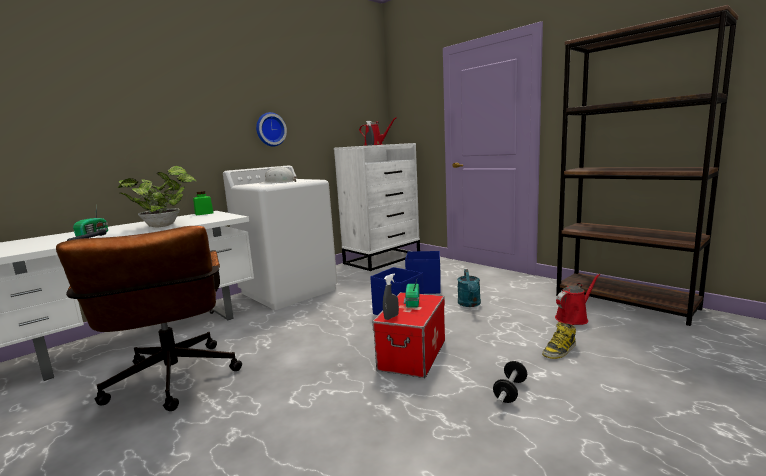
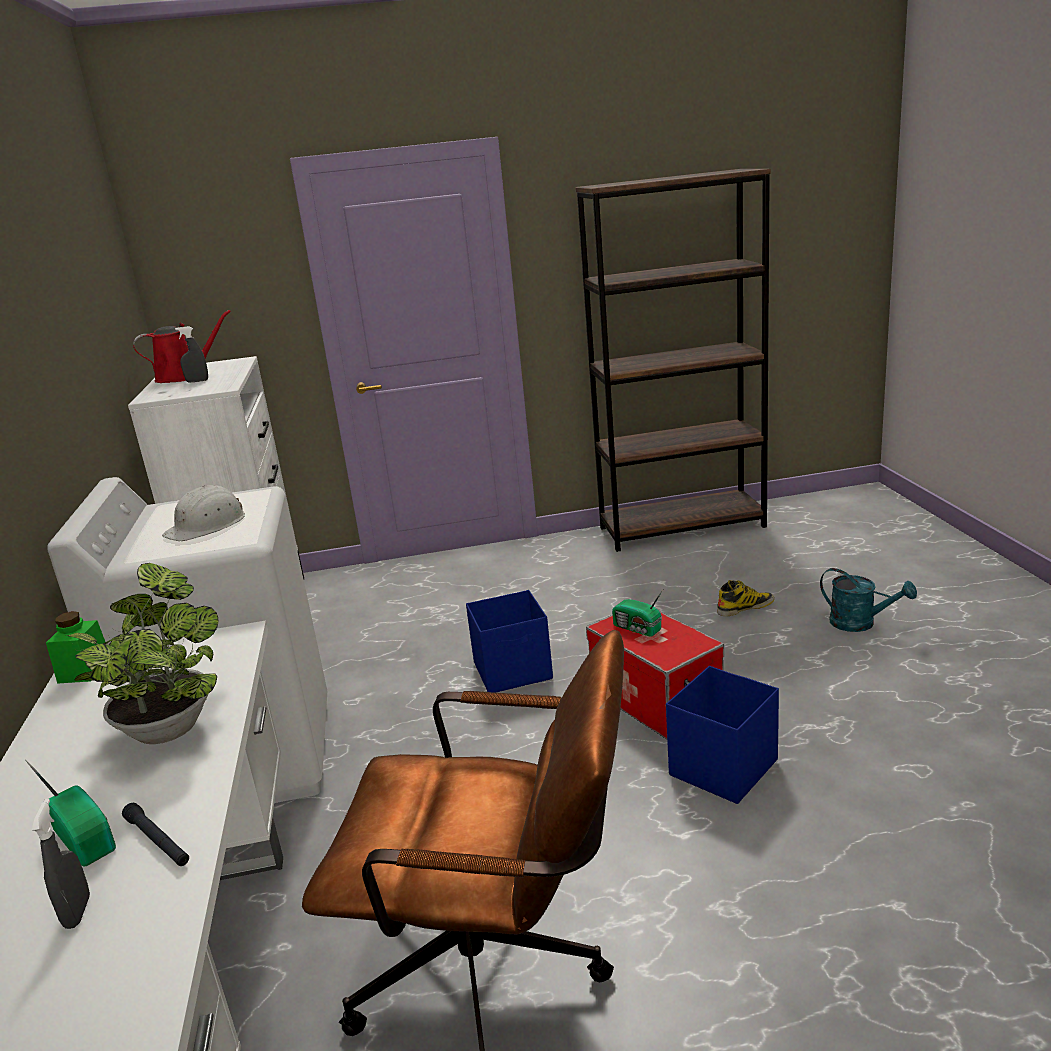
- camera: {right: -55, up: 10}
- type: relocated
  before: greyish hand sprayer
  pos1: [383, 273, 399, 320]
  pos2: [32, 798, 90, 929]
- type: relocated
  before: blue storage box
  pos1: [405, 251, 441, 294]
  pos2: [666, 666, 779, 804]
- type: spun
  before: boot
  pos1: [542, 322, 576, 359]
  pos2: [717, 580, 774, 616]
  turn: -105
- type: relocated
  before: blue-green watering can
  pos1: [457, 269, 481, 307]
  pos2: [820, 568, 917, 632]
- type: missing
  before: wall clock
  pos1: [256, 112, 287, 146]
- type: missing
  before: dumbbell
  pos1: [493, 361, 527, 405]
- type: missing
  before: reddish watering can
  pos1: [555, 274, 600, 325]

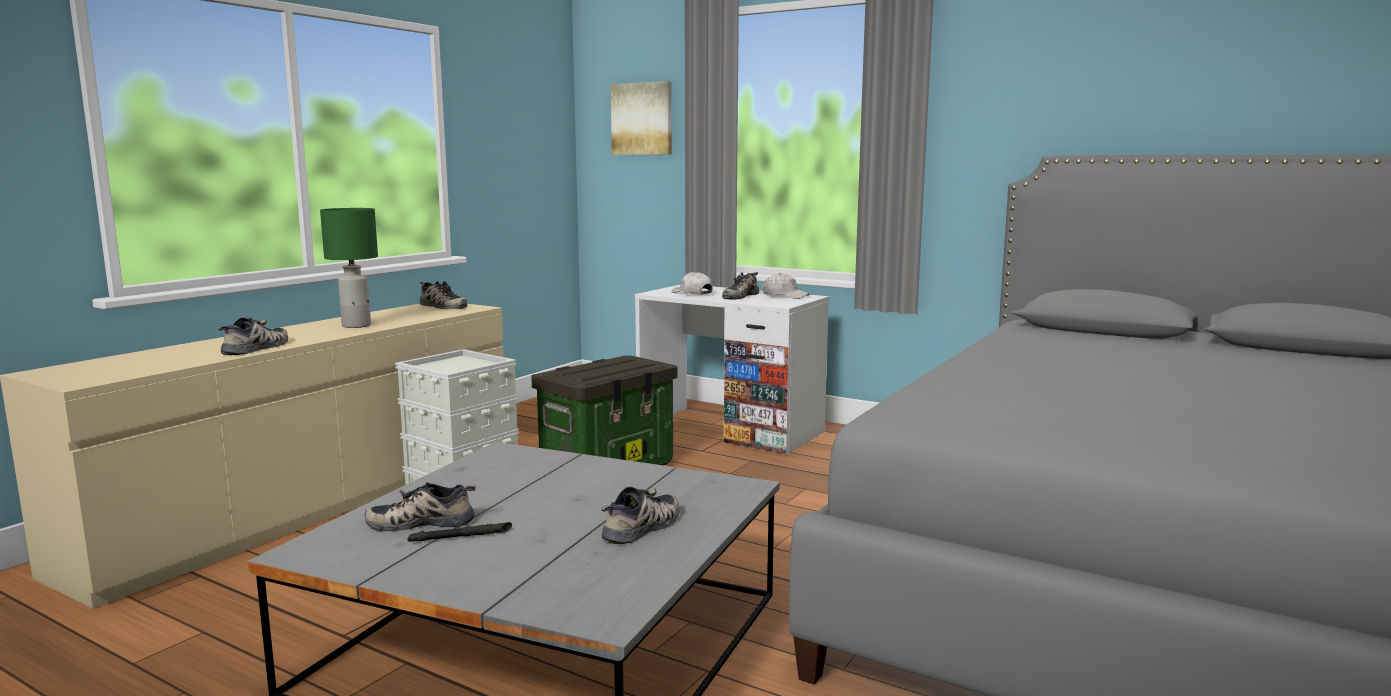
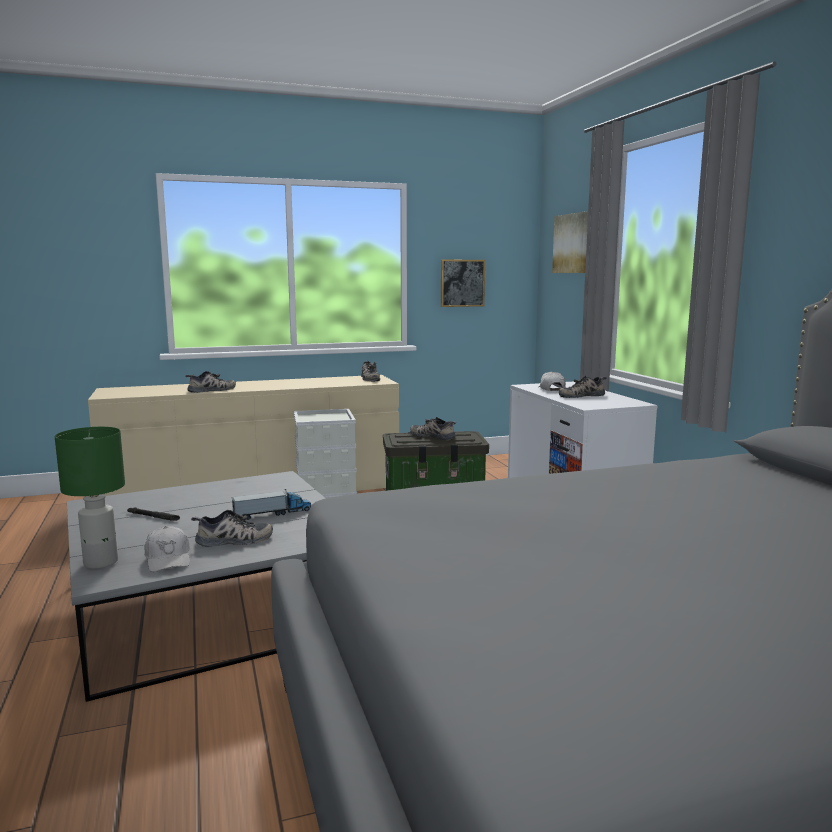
- camera: {right: 40, up: 0}
- type: relocated
  before: green lamp for a table
  pos1: [320, 208, 378, 328]
  pos2: [55, 427, 125, 569]
- type: relocated
  before: white cap
  pos1: [763, 273, 809, 299]
  pos2: [145, 526, 190, 572]
- type: appeared
  after: toy lorry
  pos2: [231, 489, 311, 520]
- type: relocated
  before: shoe
  pos1: [365, 482, 477, 531]
  pos2: [410, 417, 456, 440]
- type: appeared
  after: wall art
  pos2: [441, 260, 485, 307]

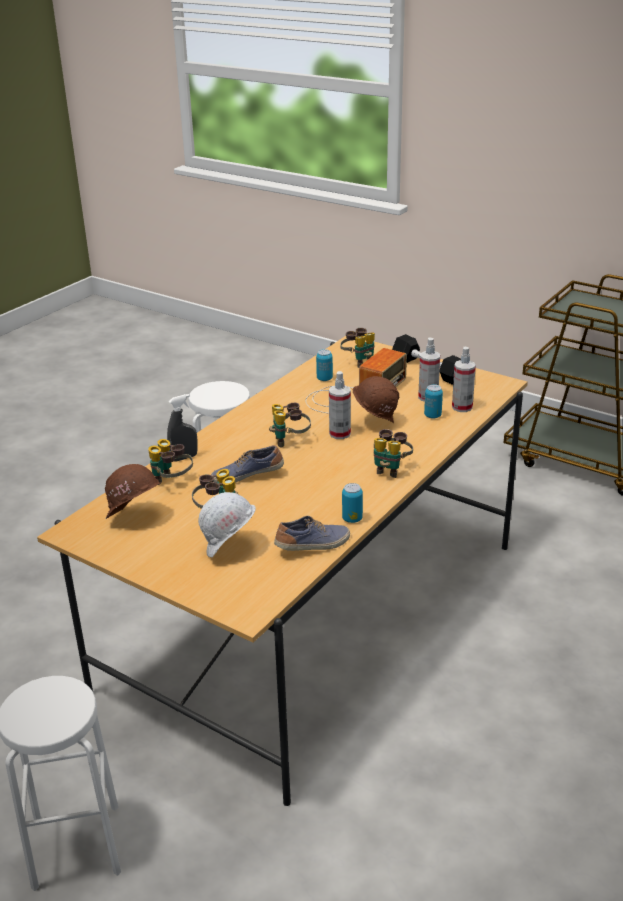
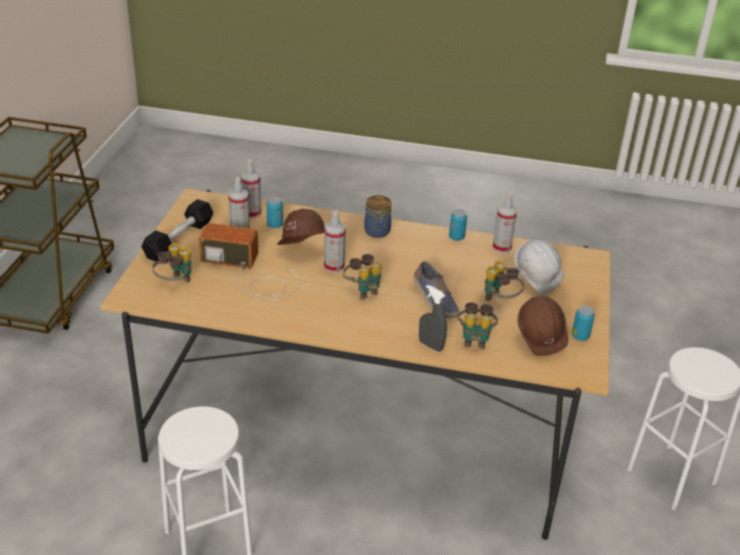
- camera: {right: -115, up: 5}
- type: exchanged
  before: binoculars
  after: preserve jar
  pos1: [374, 429, 413, 478]
  pos2: [364, 195, 391, 238]
- type: exchanged
  before: shoe
  after: hand sprayer
  pos1: [274, 516, 350, 551]
  pos2: [493, 193, 517, 253]
- type: relocated
  before: sealed can
  pos1: [316, 349, 333, 381]
  pos2: [572, 306, 595, 341]

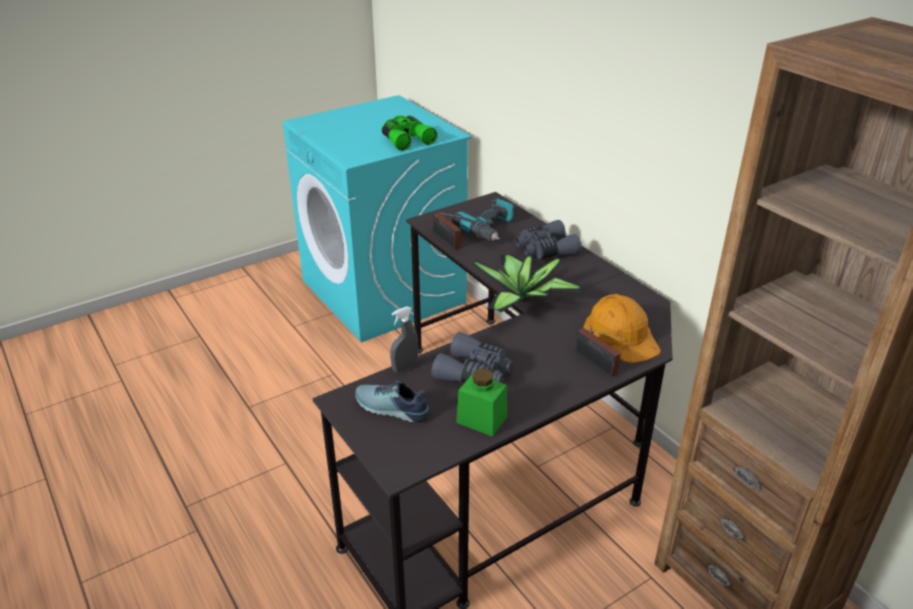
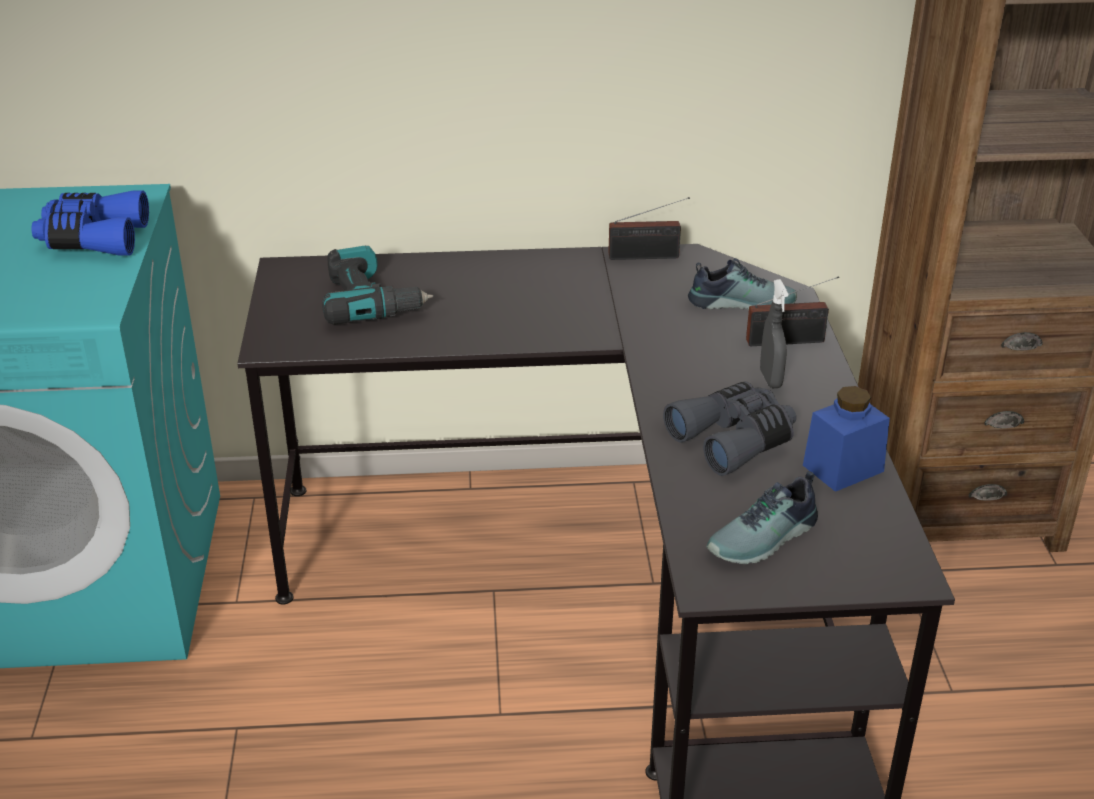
- camera: {right: -60, up: 0}
- type: colour
  before: green binoculars
  after: blue binoculars
  pos1: [381, 115, 438, 151]
  pos2: [31, 190, 149, 256]
- type: relocated
  before: radio receiver
  pos1: [433, 213, 461, 250]
  pos2: [608, 197, 690, 260]
- type: exchanged
  before: orangey hard hat
  after: shoe
  pos1: [583, 294, 661, 363]
  pos2: [688, 258, 797, 310]
- type: relocated
  before: greyish hand sprayer
  pos1: [390, 306, 419, 373]
  pos2: [760, 279, 788, 388]
- type: colour
  before: green preserve jar
  after: blue preserve jar
  pos1: [456, 369, 507, 437]
  pos2: [803, 386, 890, 492]
- type: missing
  before: plant in a pot
  pos1: [472, 254, 582, 312]
- type: missing
  before: greyish binoculars
  pos1: [516, 220, 582, 259]

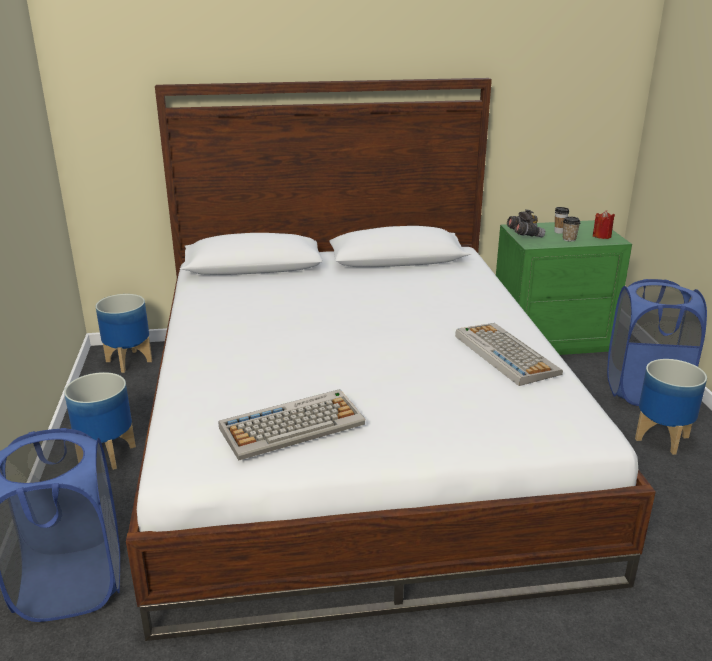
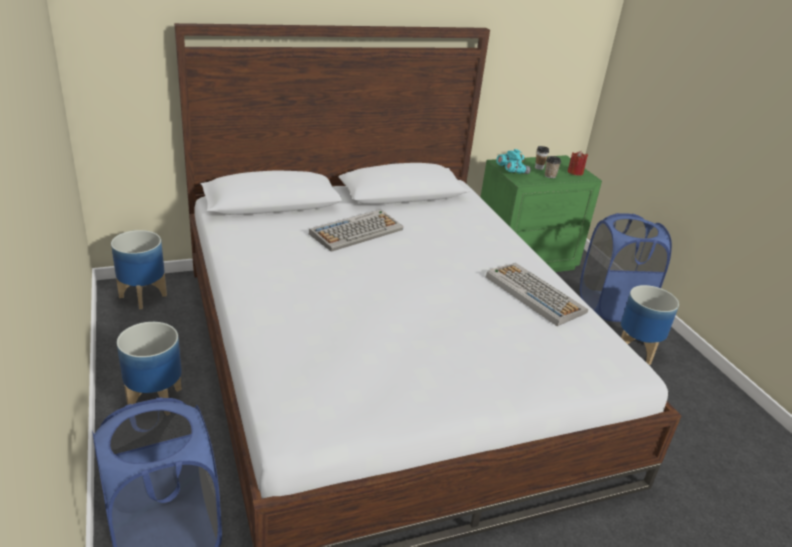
- camera: {right: -15, up: 5}
- type: relocated
  before: computer keyboard
  pos1: [218, 389, 365, 460]
  pos2: [309, 209, 403, 252]
- type: colour
  before: greyish binoculars
  after: blue-green binoculars
  pos1: [507, 209, 545, 237]
  pos2: [496, 149, 531, 174]

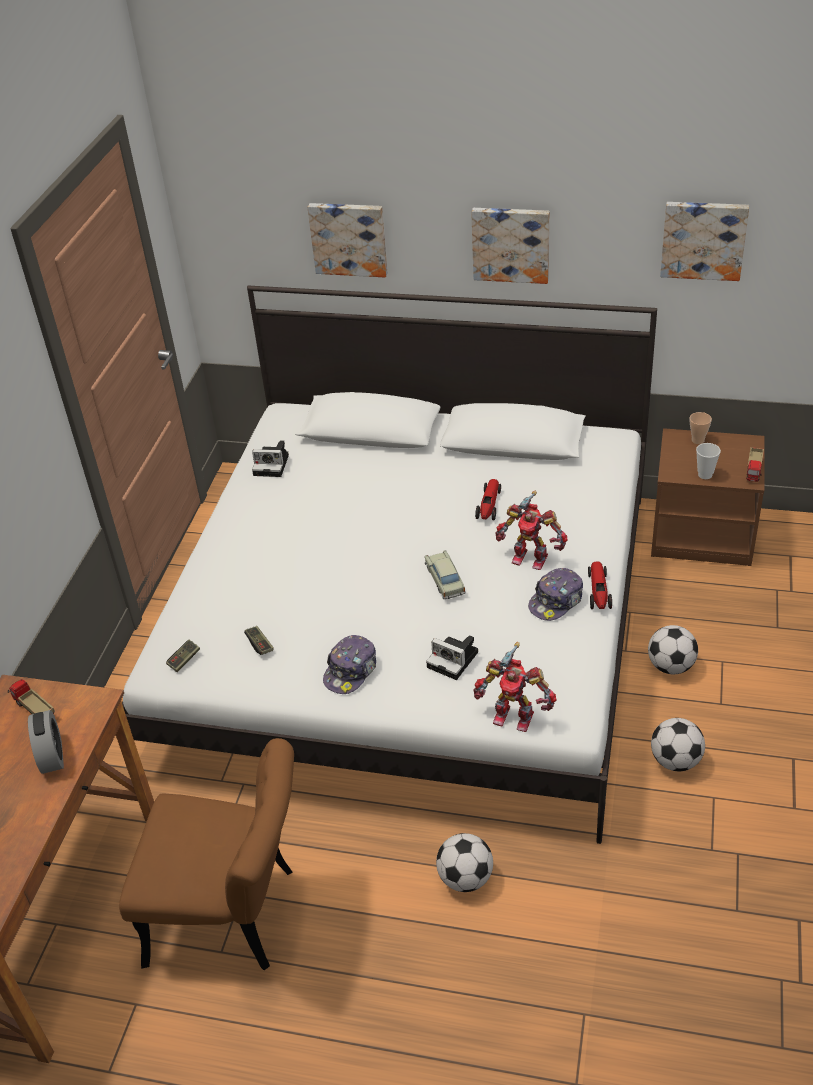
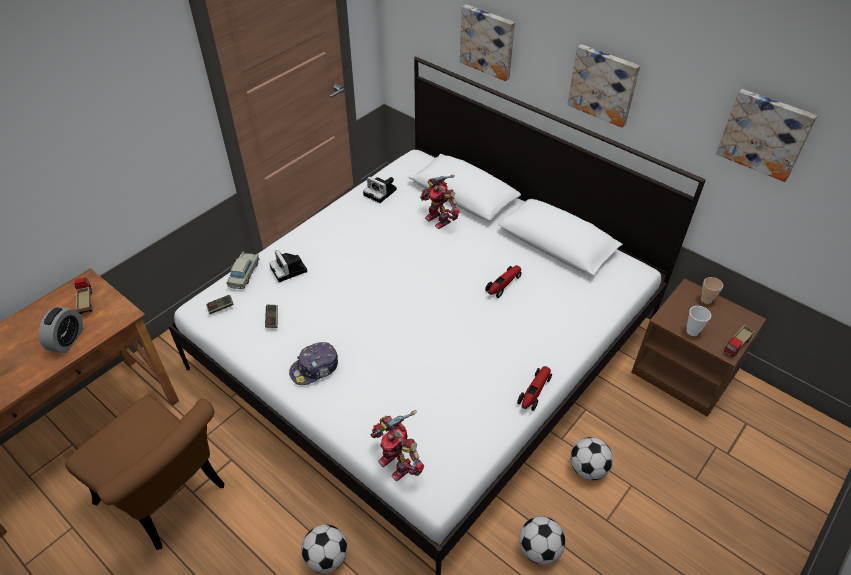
- camera: {right: 25, up: 5}
- type: relocated
  before: beige-coloured toy car
  pos1: [424, 550, 465, 599]
  pos2: [227, 252, 260, 289]
- type: relocated
  before: photo camera
  pos1: [426, 635, 478, 680]
  pos2: [269, 250, 307, 282]
- type: relocated
  before: robot figure
  pos1: [495, 491, 568, 570]
  pos2: [420, 175, 459, 229]
- type: missing
  before: cap
  pos1: [528, 568, 583, 621]

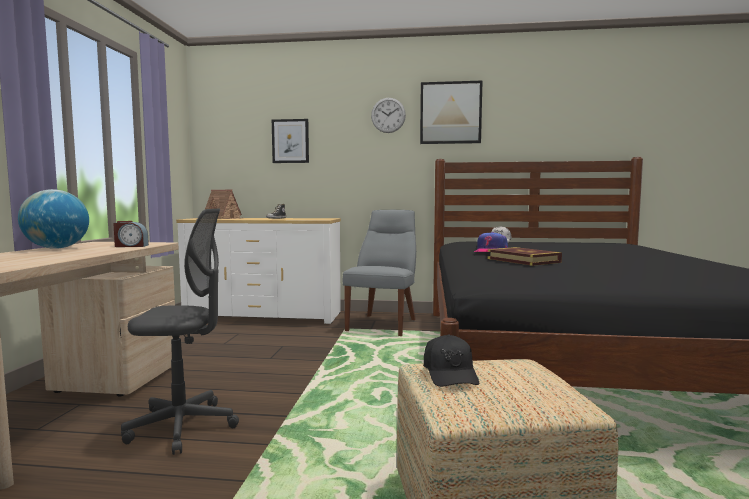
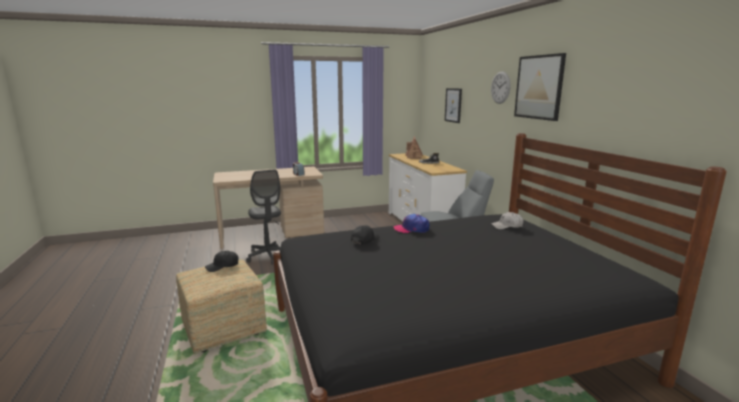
- camera: {right: 65, up: 10}
- type: exchanged
  before: bound book
  after: black-coloured cap
  pos1: [487, 247, 562, 266]
  pos2: [351, 225, 380, 245]
- type: missing
  before: desk globe
  pos1: [18, 189, 89, 249]

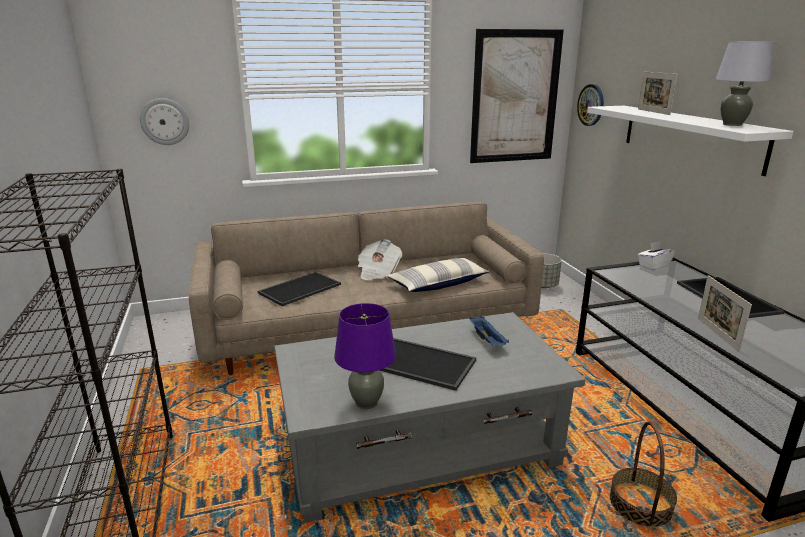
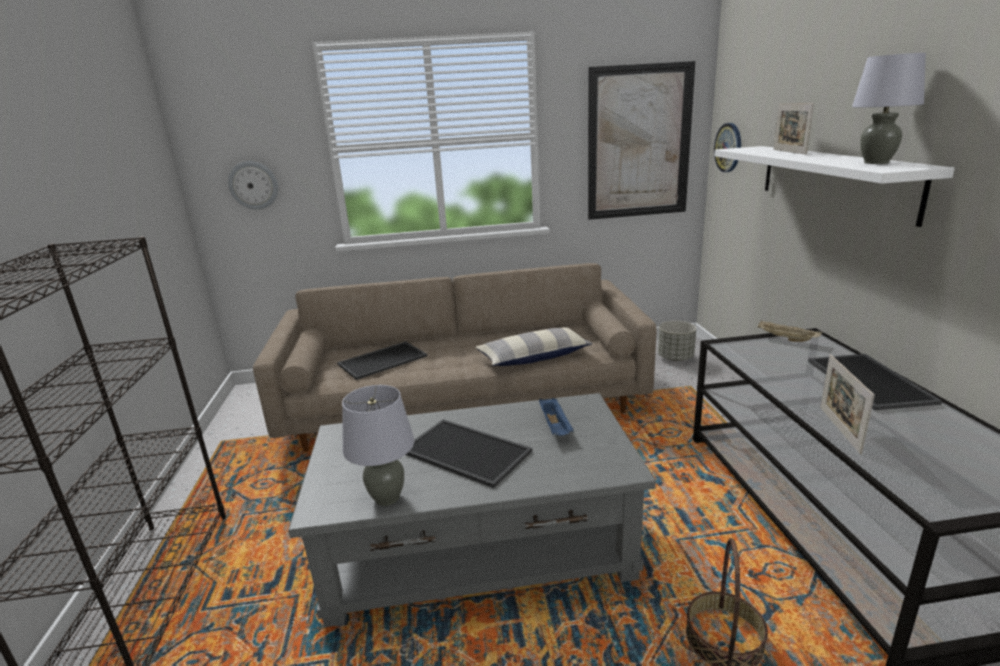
- camera: {right: 10, up: 0}
- type: colour
  before: purple-coloured lamp for a table
  after: greyish lamp for a table
  pos1: [334, 303, 396, 409]
  pos2: [342, 385, 414, 506]
- type: exchanged
  before: white box of tissues
  after: beige-coloured tray
  pos1: [638, 241, 675, 270]
  pos2: [758, 320, 822, 342]
- type: missing
  before: daily paper
  pos1: [357, 239, 402, 280]

